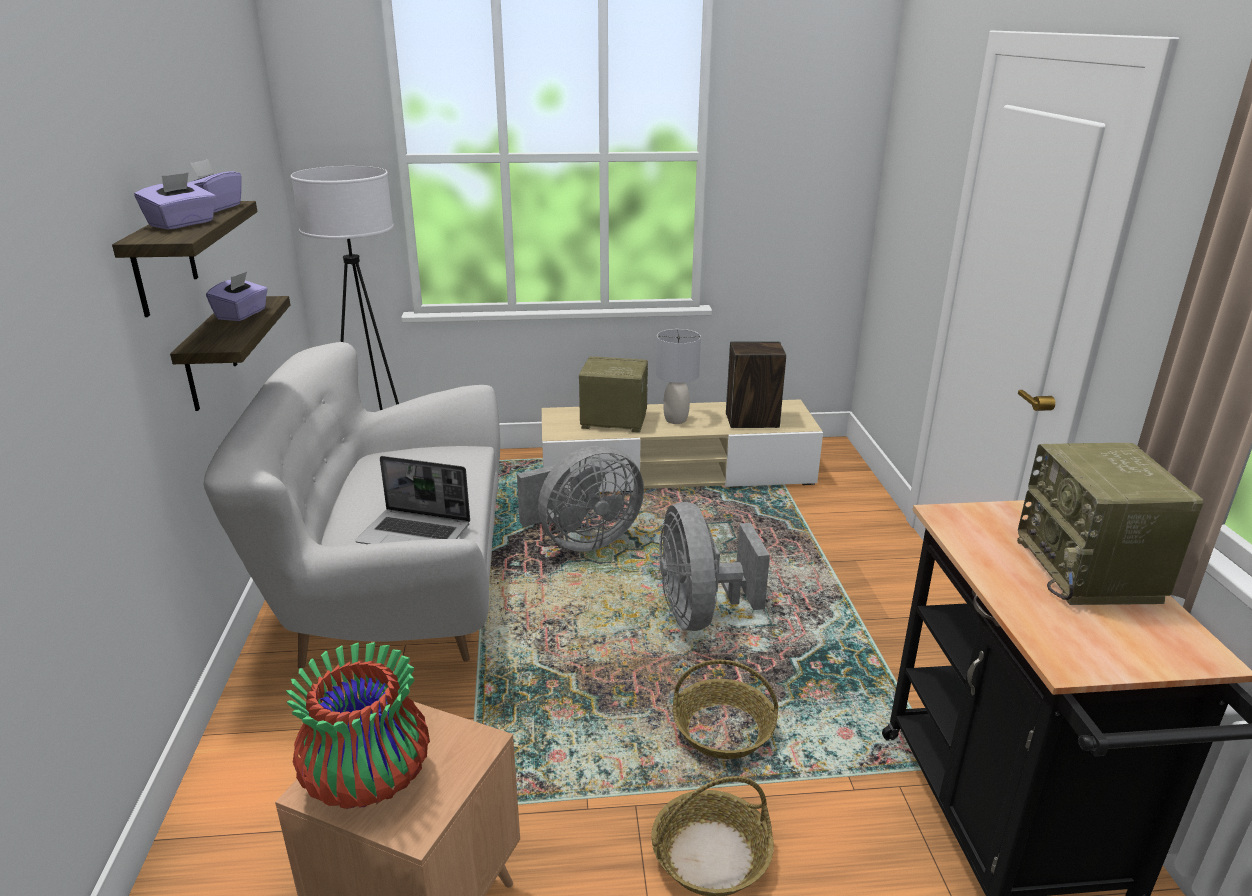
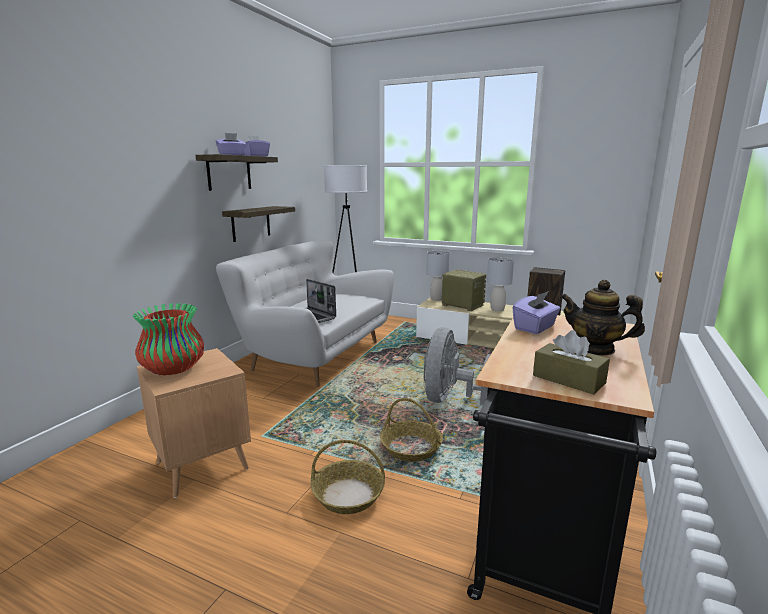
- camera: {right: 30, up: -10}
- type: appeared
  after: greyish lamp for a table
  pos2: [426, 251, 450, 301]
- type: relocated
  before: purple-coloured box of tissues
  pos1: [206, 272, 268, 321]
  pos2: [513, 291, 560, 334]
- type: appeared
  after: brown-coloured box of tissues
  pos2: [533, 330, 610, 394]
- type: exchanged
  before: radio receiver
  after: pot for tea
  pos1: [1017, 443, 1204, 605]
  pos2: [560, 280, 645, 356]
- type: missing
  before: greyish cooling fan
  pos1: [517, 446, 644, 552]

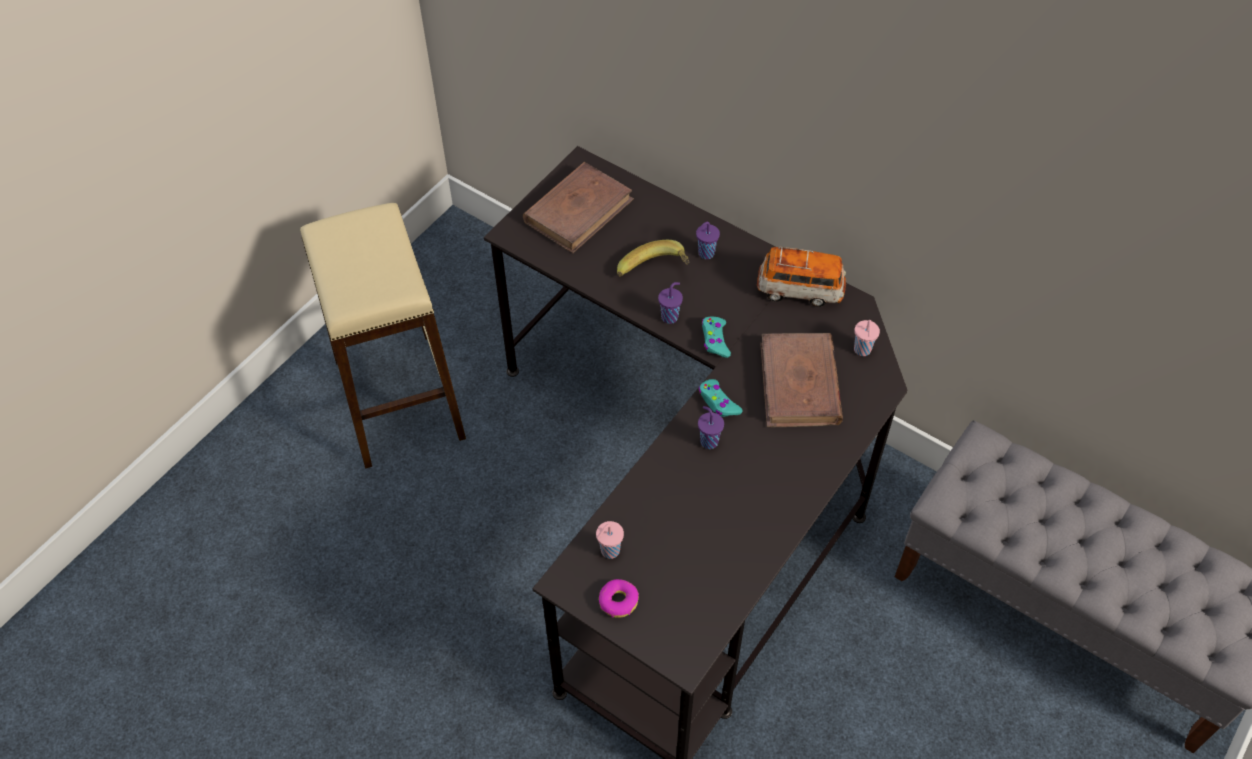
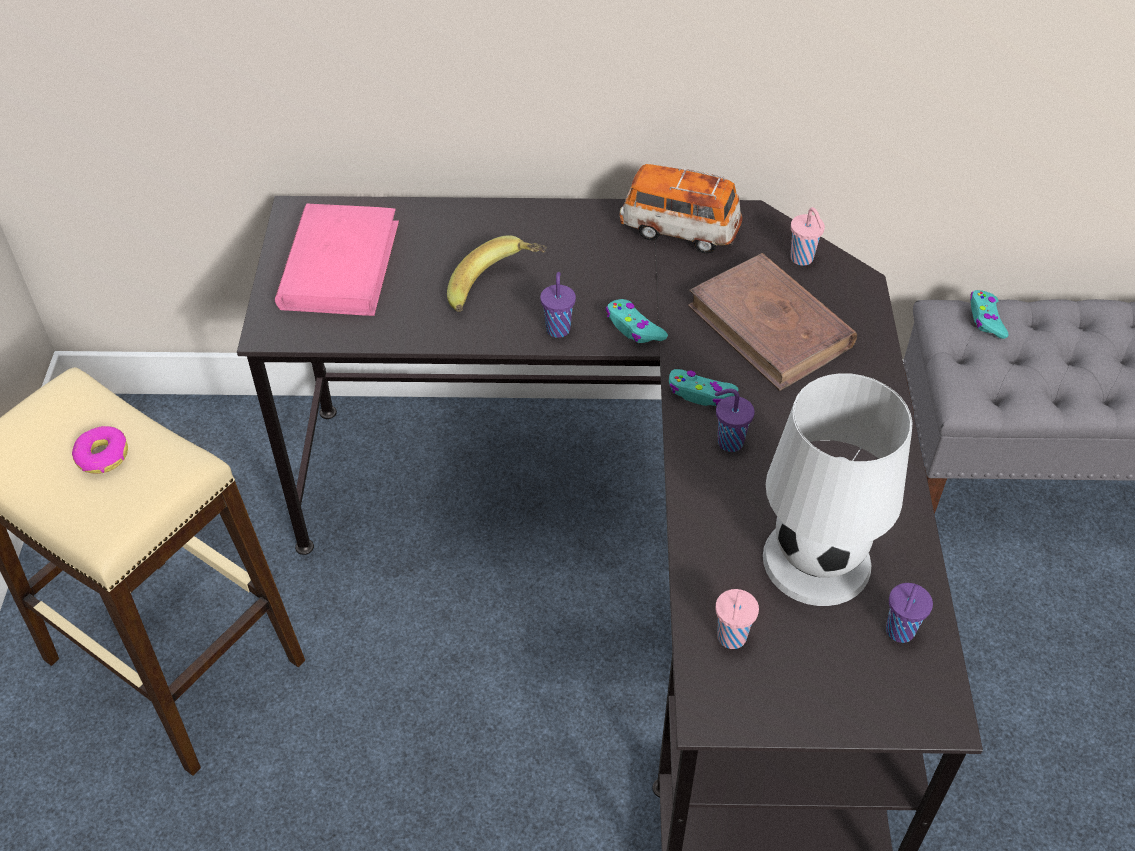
- camera: {right: -35, up: -5}
- type: relocated
  before: donut
  pos1: [599, 579, 639, 618]
  pos2: [72, 426, 128, 474]
- type: colour
  before: brown-coloured bound book
  after: pinkish bound book
  pos1: [523, 162, 634, 253]
  pos2: [275, 204, 399, 316]
- type: spun
  before: toy car
  pos1: [757, 247, 846, 307]
  pos2: [620, 164, 742, 254]
  turn: -135
- type: appeared
  after: white lamp for a table
  pos2: [763, 373, 913, 606]
- type: relocated
  before: purple-coloured small cup
  pos1: [696, 222, 720, 259]
  pos2: [886, 583, 933, 643]
- type: appeared
  after: blue-green joypad
  pos2: [970, 290, 1008, 339]

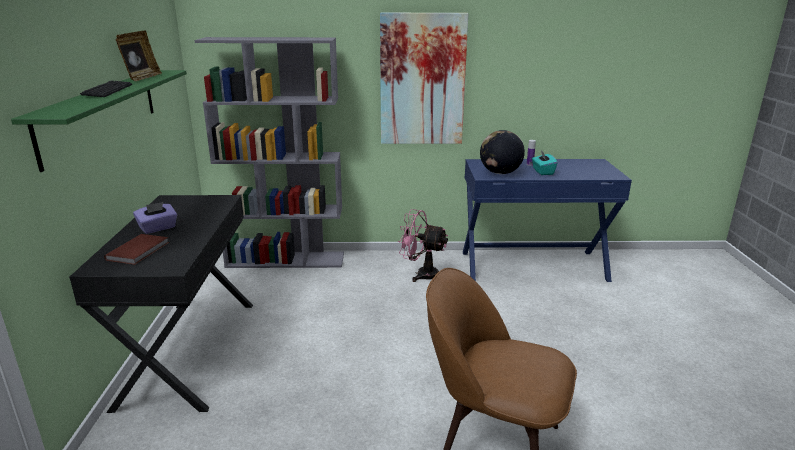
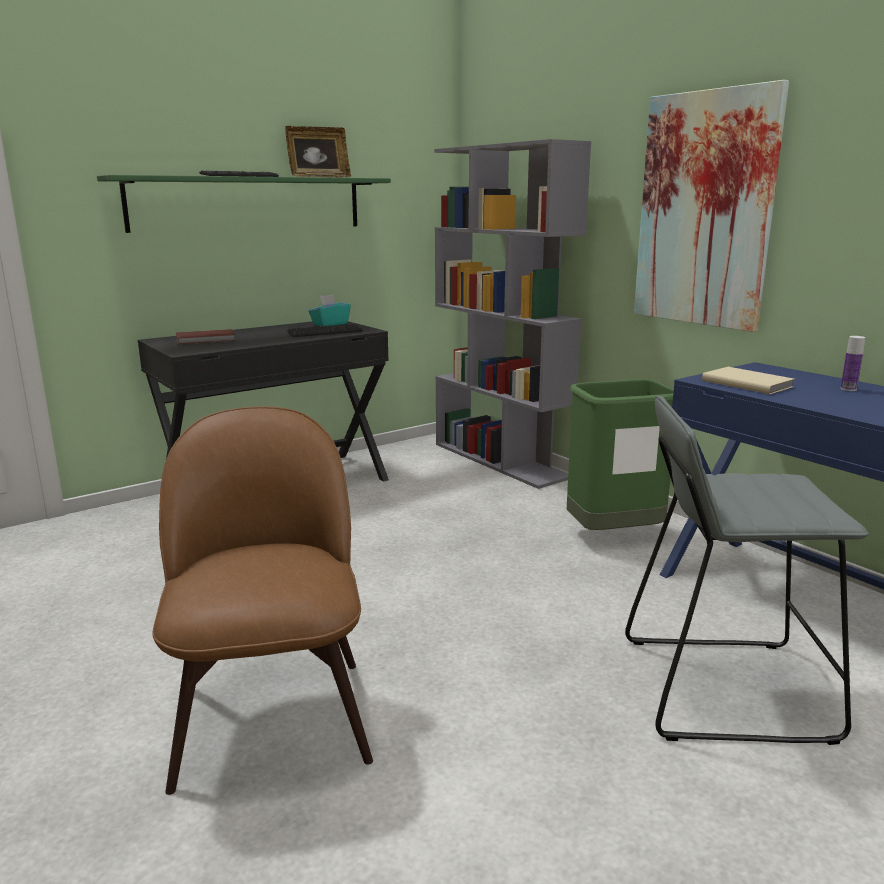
- camera: {right: 55, up: -5}
- type: appeared
  after: computer keyboard
  pos2: [287, 324, 363, 337]
- type: relocated
  before: blue-green box of tissues
  pos1: [532, 151, 557, 175]
  pos2: [308, 294, 351, 326]
- type: exchanged
  before: pinkish cooling fan
  after: green trash can
  pos1: [398, 209, 448, 282]
  pos2: [567, 379, 674, 530]
- type: appeared
  after: greyish stool
  pos2: [625, 395, 869, 745]
- type: exchanged
  before: desk globe
  after: beige-coloured bound book
  pos1: [480, 130, 525, 174]
  pos2: [702, 367, 794, 394]
- type: missing
  before: purple-coloured box of tissues
  pos1: [133, 202, 177, 234]

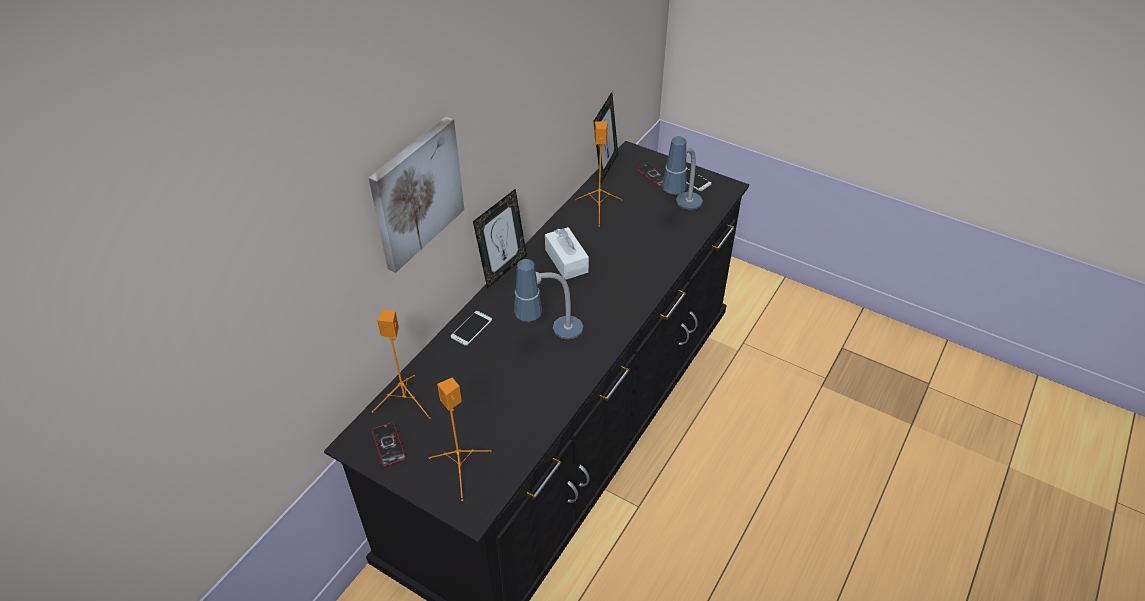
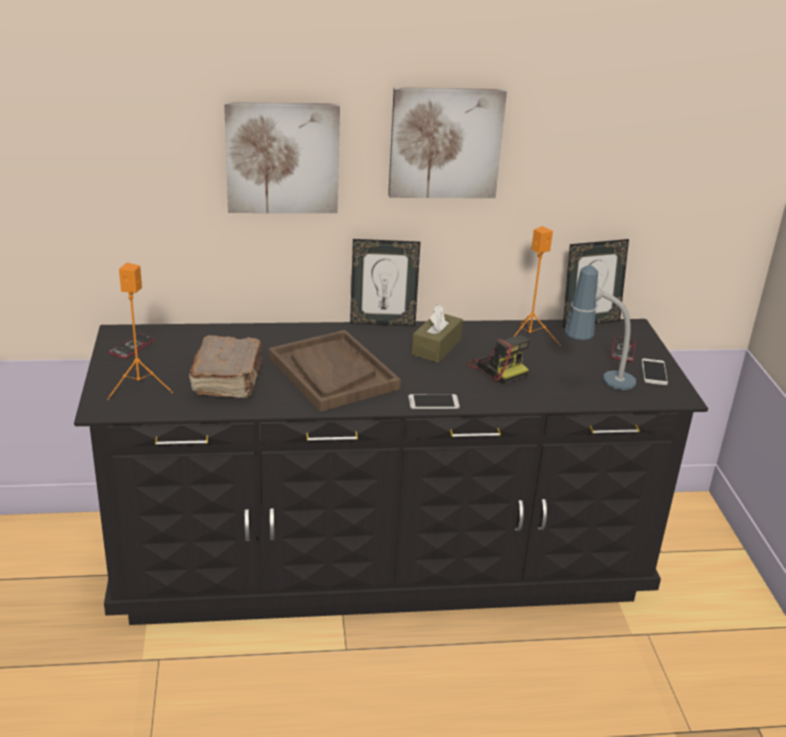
- camera: {right: 50, up: -15}
- type: appeared
  after: brown-coloured bound book
  pos2: [189, 335, 262, 399]
- type: exchanged
  before: lamp for a table
  after: brown-coloured tray
  pos1: [514, 259, 583, 340]
  pos2: [268, 330, 401, 412]
- type: appeared
  after: wall art
  pos2: [388, 87, 507, 198]
- type: relocated
  before: phone
  pos1: [451, 311, 492, 346]
  pos2: [408, 394, 460, 409]
- type: colour
  before: white box of tissues
  after: brown-coloured box of tissues
  pos1: [545, 227, 589, 280]
  pos2: [412, 304, 463, 363]
- type: appeared
  after: photo camera
  pos2: [467, 335, 530, 384]
- type: missing
  before: orangey speaker
  pos1: [372, 309, 430, 419]

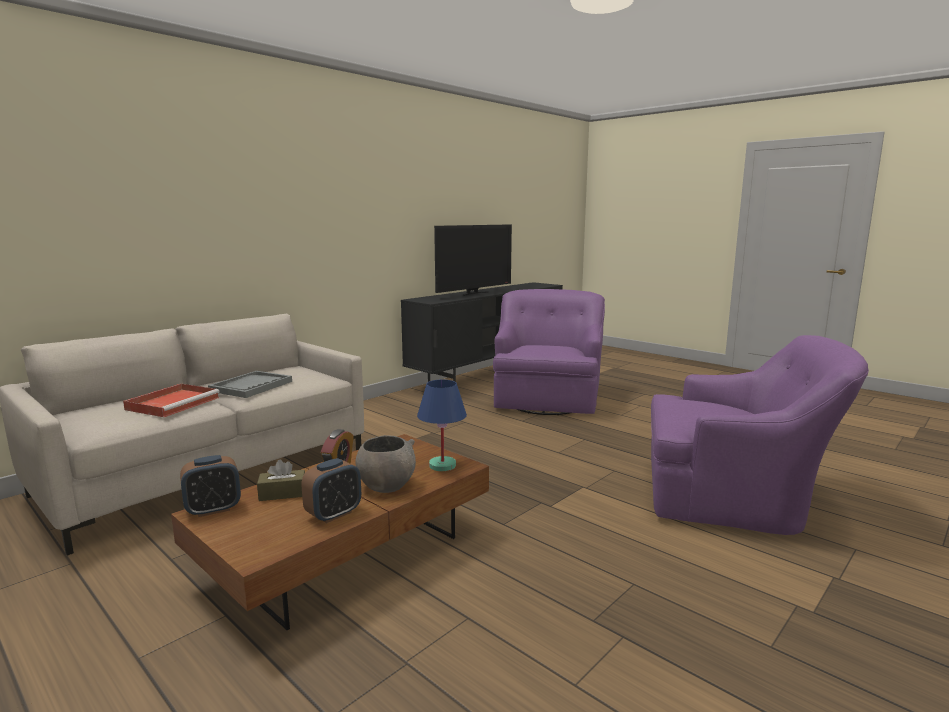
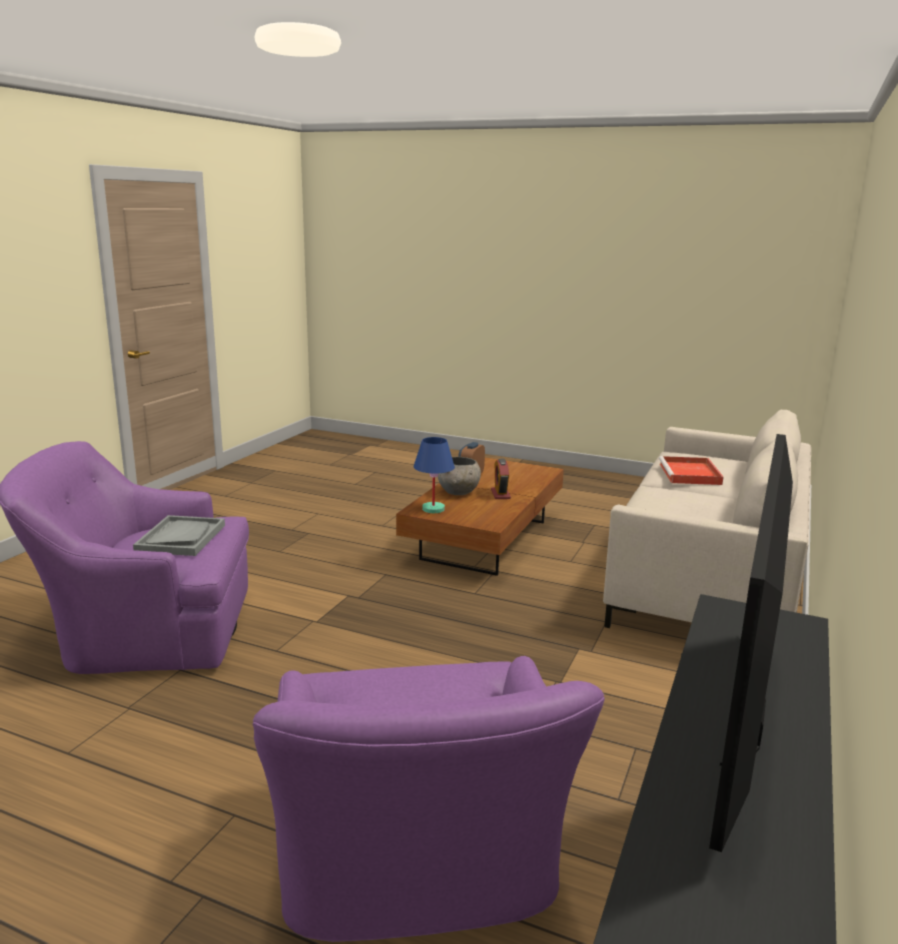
- camera: {right: 160, up: 5}
- type: relocated
  before: greyish tray
  pos1: [208, 371, 292, 398]
  pos2: [133, 515, 225, 556]
- type: missing
  before: bedside clock
  pos1: [180, 455, 241, 517]
- type: missing
  before: brown-coloured box of tissues
  pos1: [257, 460, 305, 501]

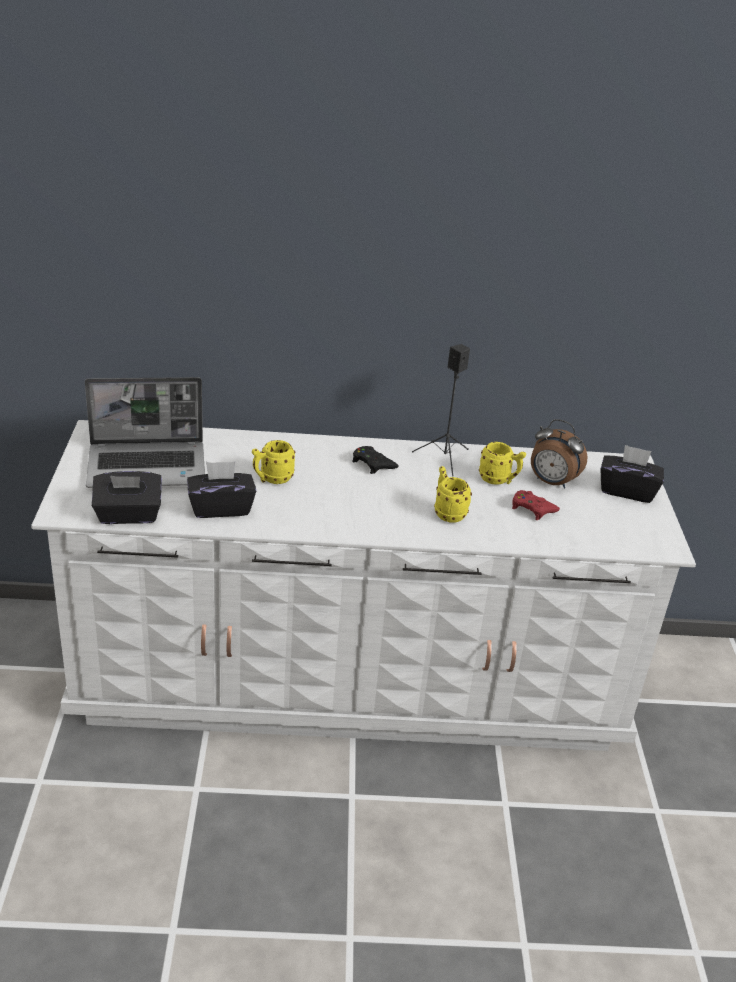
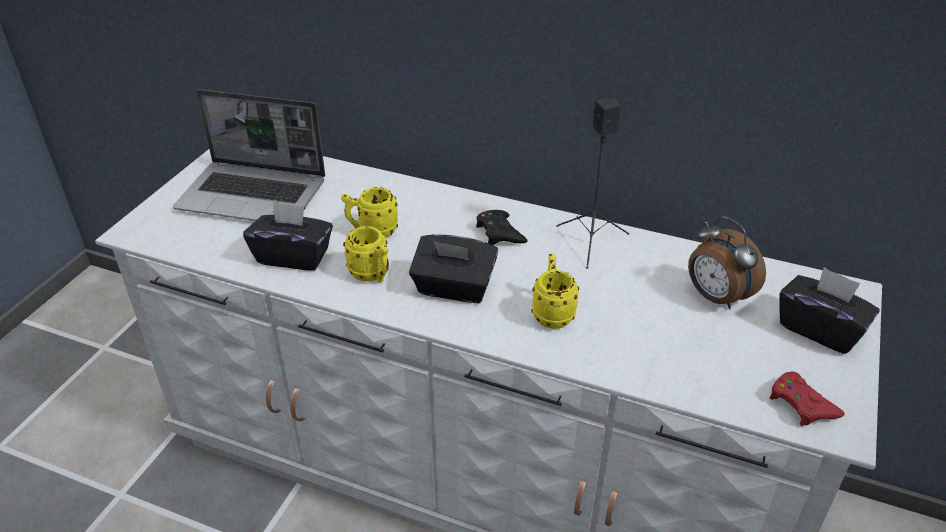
- camera: {right: 25, up: 5}
- type: relocated
  before: yellow-coloured coffee mug
  pos1: [479, 442, 526, 484]
  pos2: [343, 226, 389, 283]
- type: relocated
  before: black-coloured box of tissues
  pos1: [92, 471, 162, 524]
  pos2: [409, 234, 498, 303]
- type: relocated
  before: reddish joypad
  pos1: [512, 490, 560, 520]
  pos2: [770, 371, 845, 426]

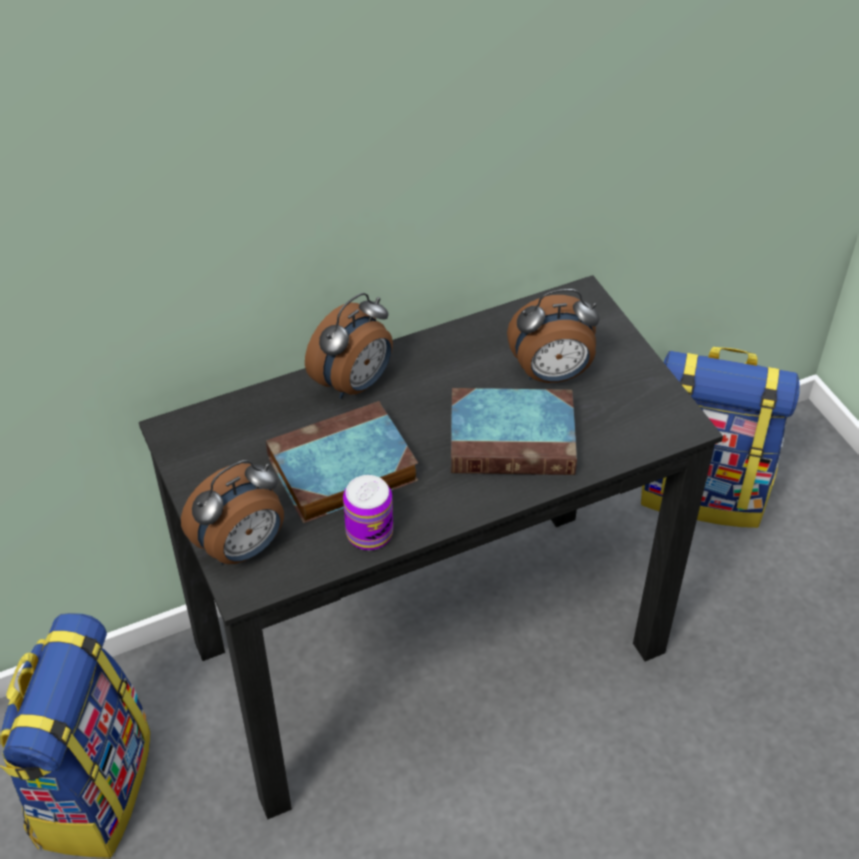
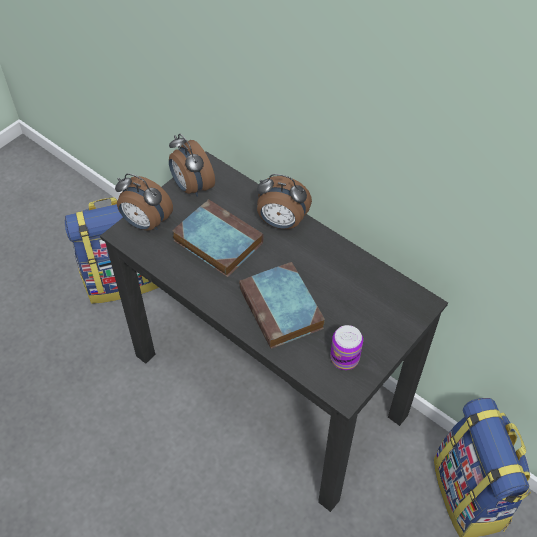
- camera: {right: 65, up: 5}
- type: relocated
  before: bedside clock
  pos1: [507, 289, 600, 383]
  pos2: [169, 134, 215, 197]
- type: relocated
  before: sealed can
  pos1: [343, 475, 393, 550]
  pos2: [330, 325, 363, 370]

